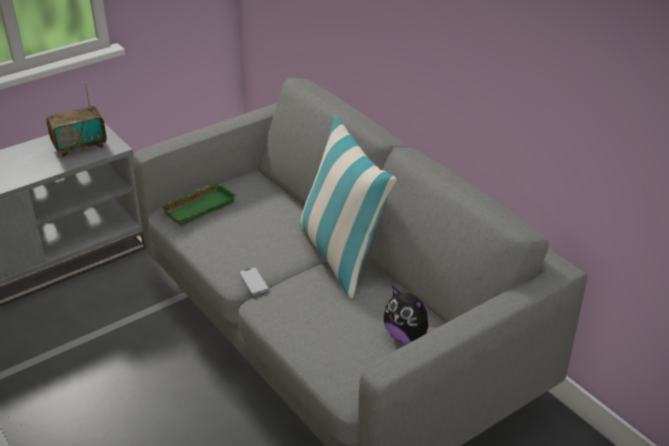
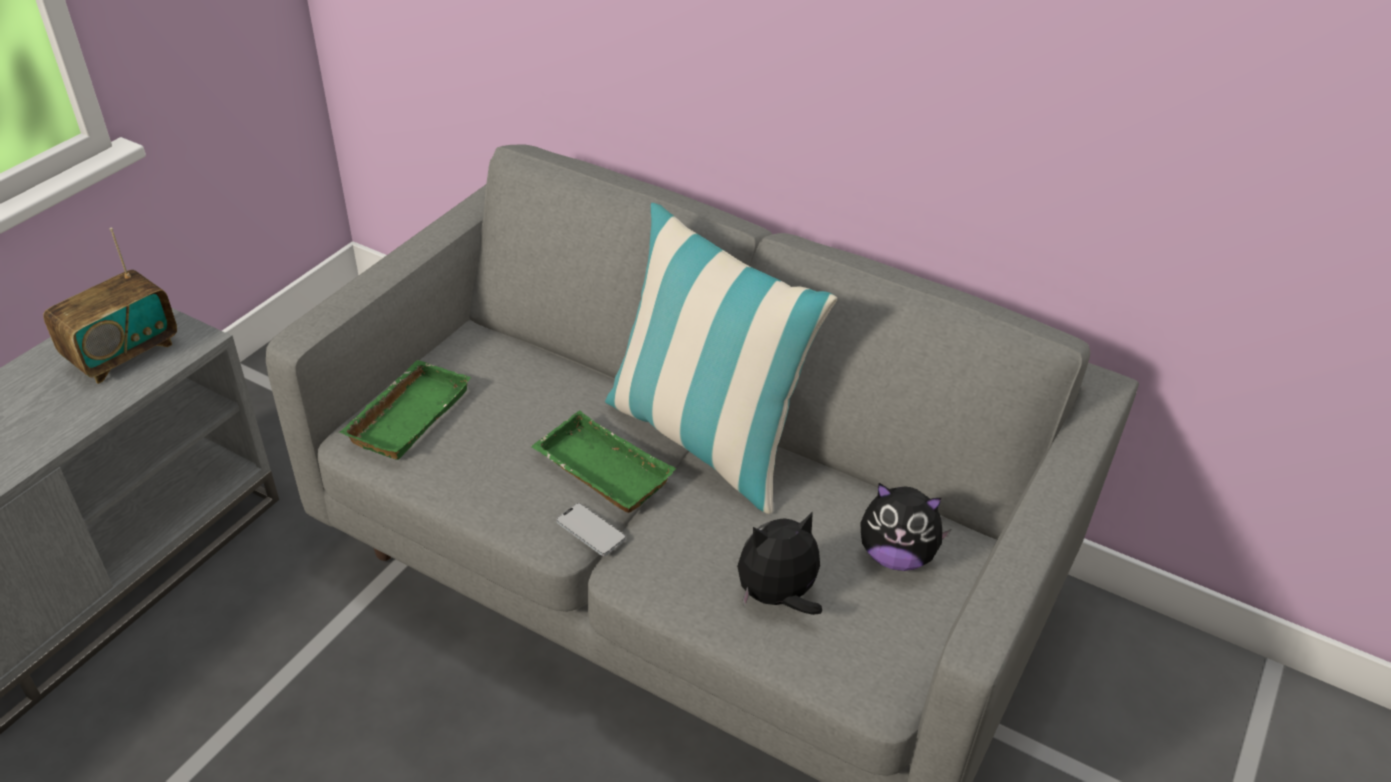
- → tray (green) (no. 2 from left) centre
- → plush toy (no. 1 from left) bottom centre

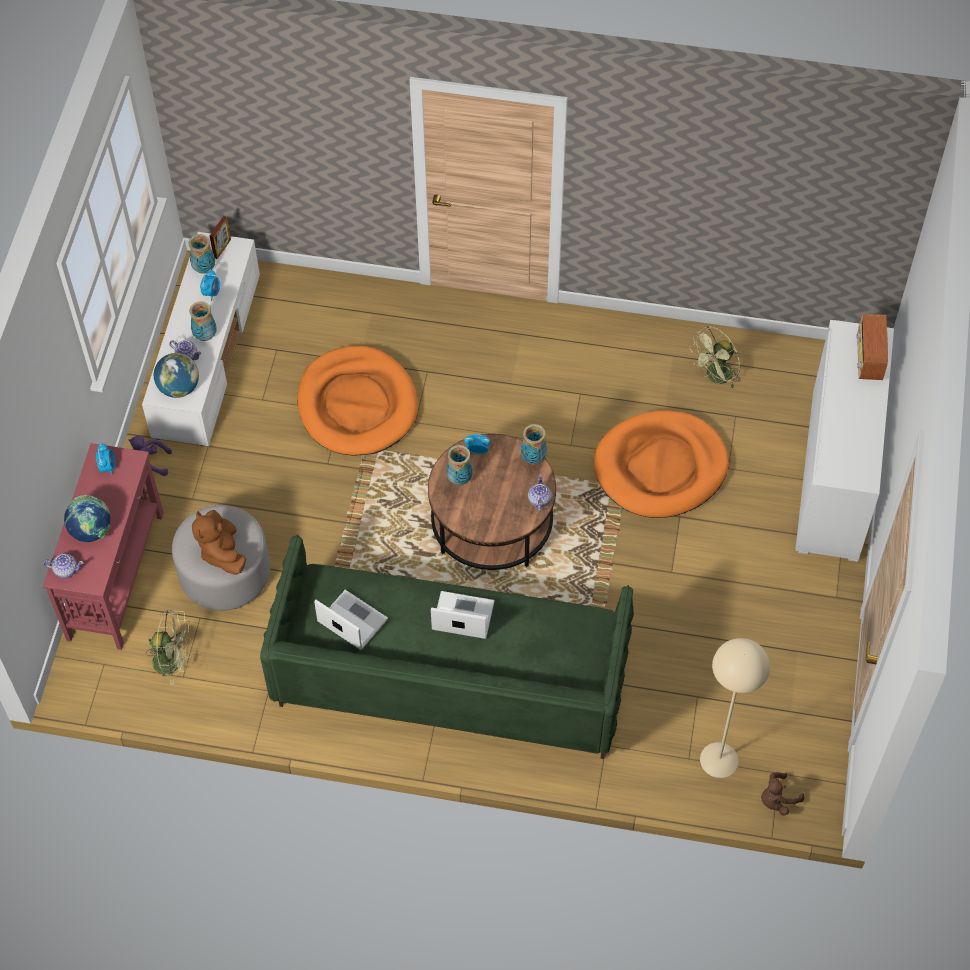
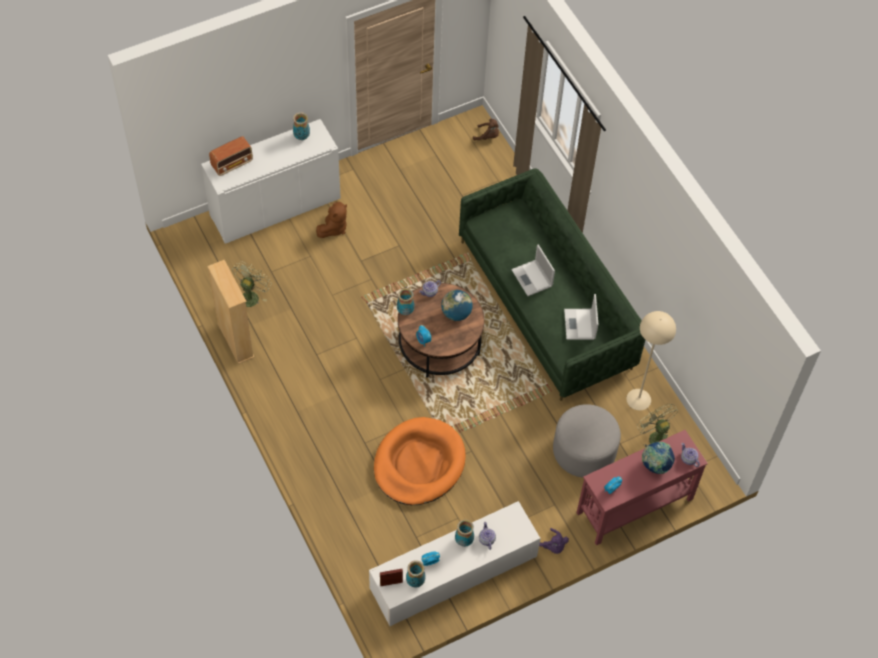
globe (no. 2 from left in the first image) middle left → globe (no. 1 from left) centre, shifted
plush toy (brown) (no. 1 from left) middle left → plush toy (brown) (no. 1 from left) centre, shifted
vase (no. 3 from left in the first image) centre → vase (no. 1 from left) top centre, shifted
dog bed (orange) (no. 2 from left) middle right → -
fan (green) (no. 2 from left in the first image) middle right → fan (green) (no. 1 from left) middle left, 75 degrees counterclockwise
floor lamp (beige) bottom right → floor lamp (beige) middle right, shifted
- → bookcase (beige) middle left

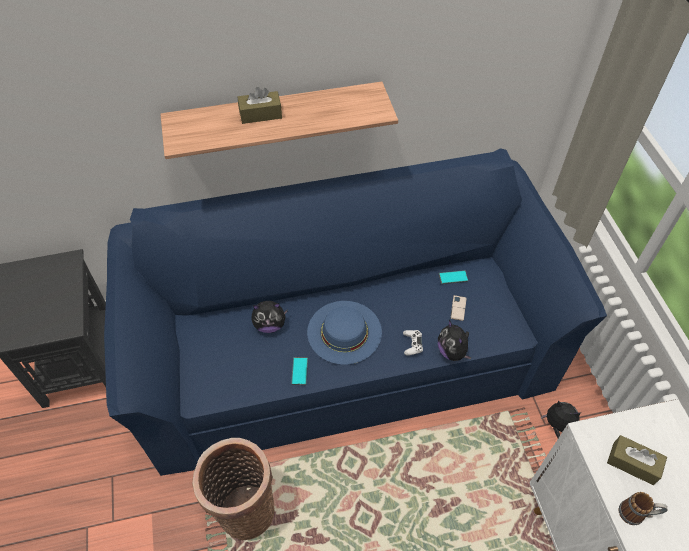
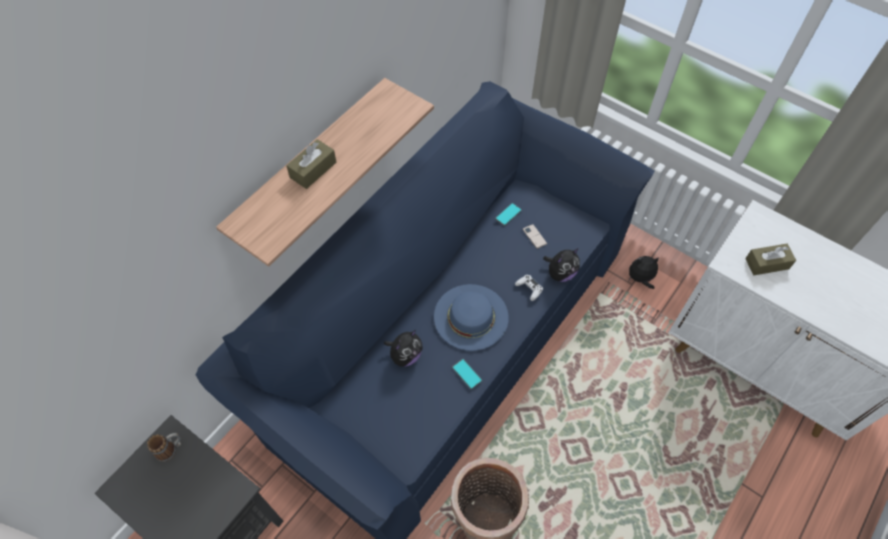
plush toy (no. 2 from left) centre, 60 degrees counterclockwise
mug bottom right → mug bottom left, shifted

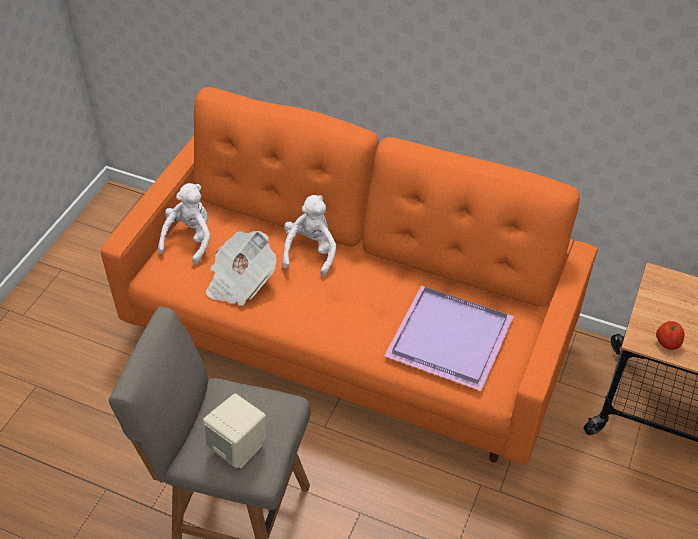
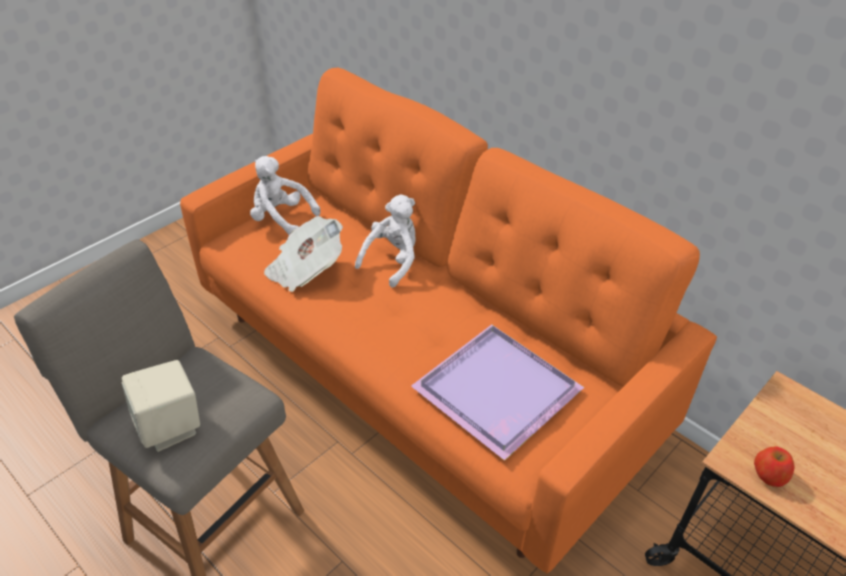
plush toy (white) (no. 1 from left) middle left → plush toy (white) (no. 1 from left) centre, 105 degrees counterclockwise

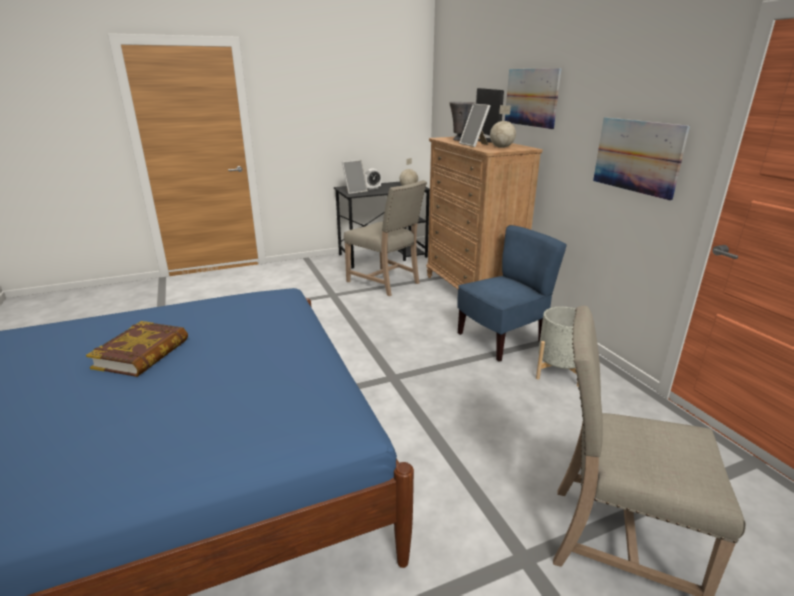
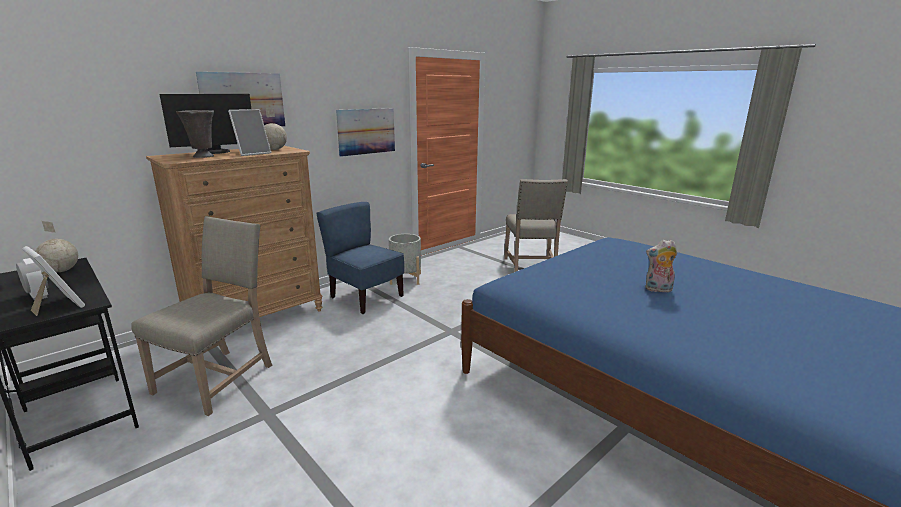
book middle left → plush toy middle right

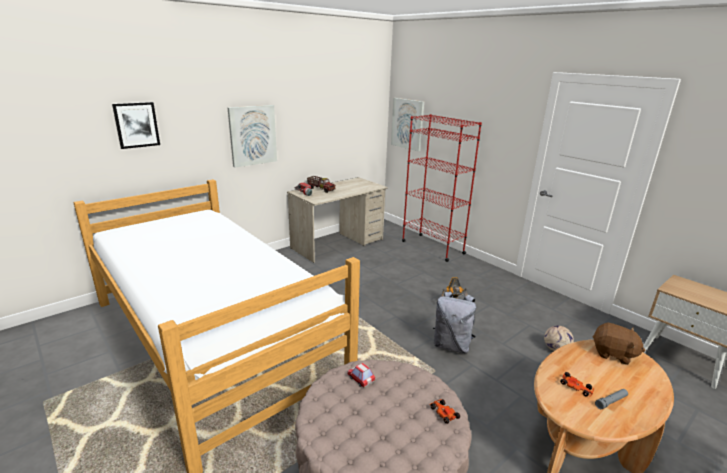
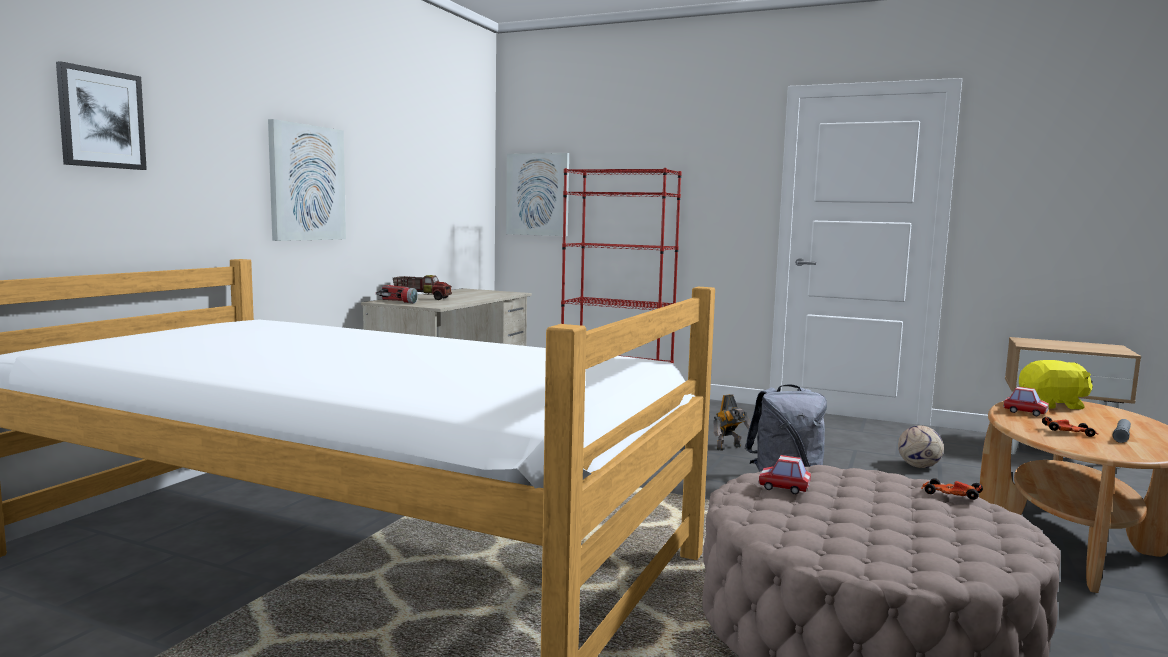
plush toy (brown) bottom right → plush toy (yellow) middle right
- → toy car (no. 3 from left) middle right

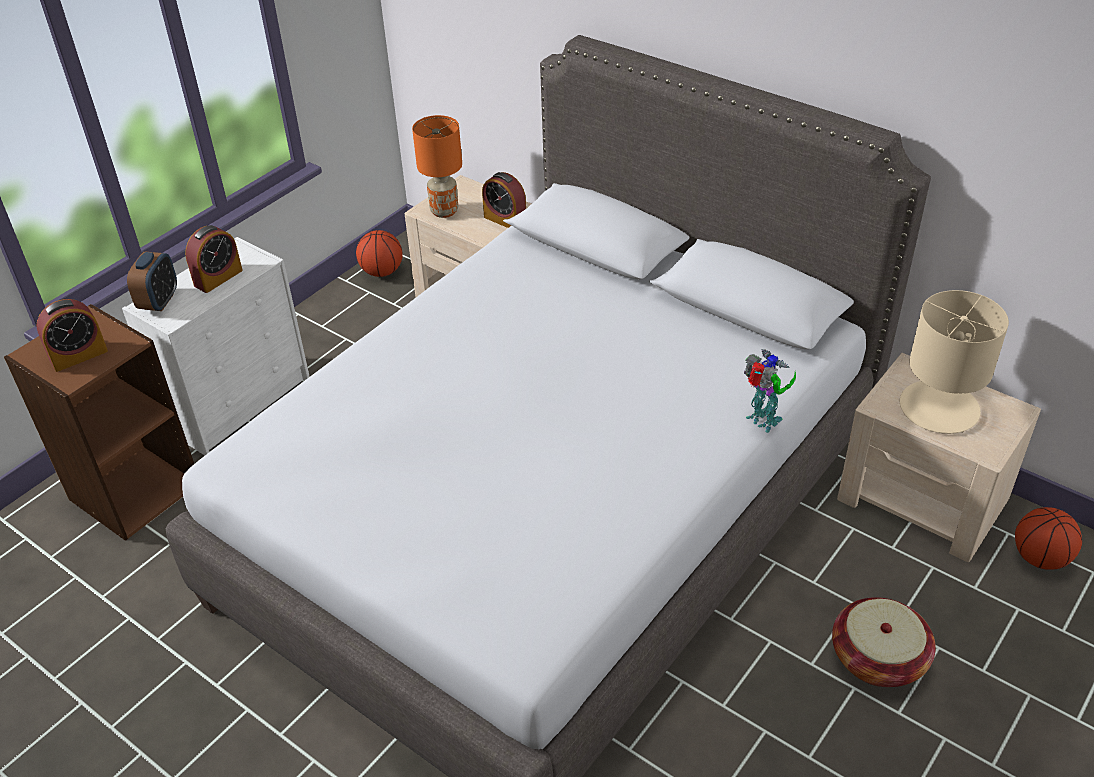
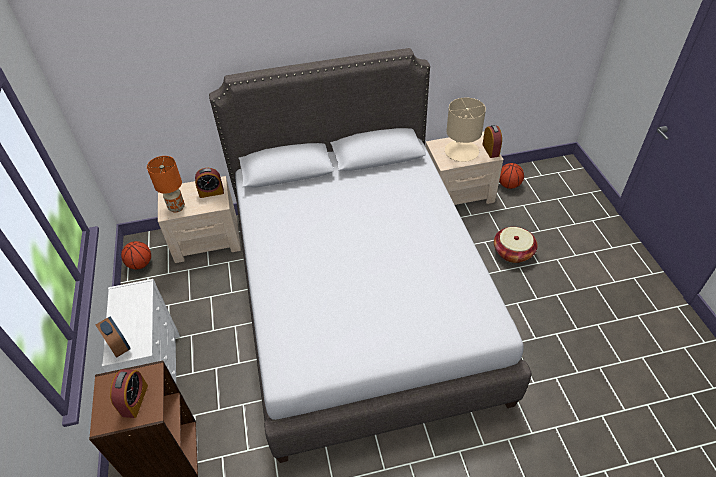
alarm clock (no. 3 from left in the first image) middle left → alarm clock (no. 4 from left) top right, shifted
toy robot middle right → -

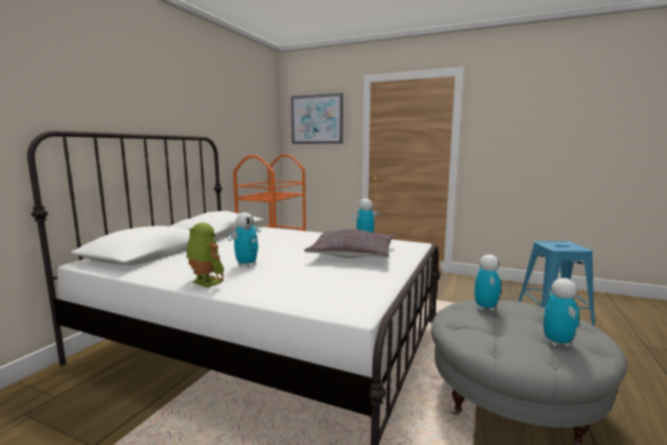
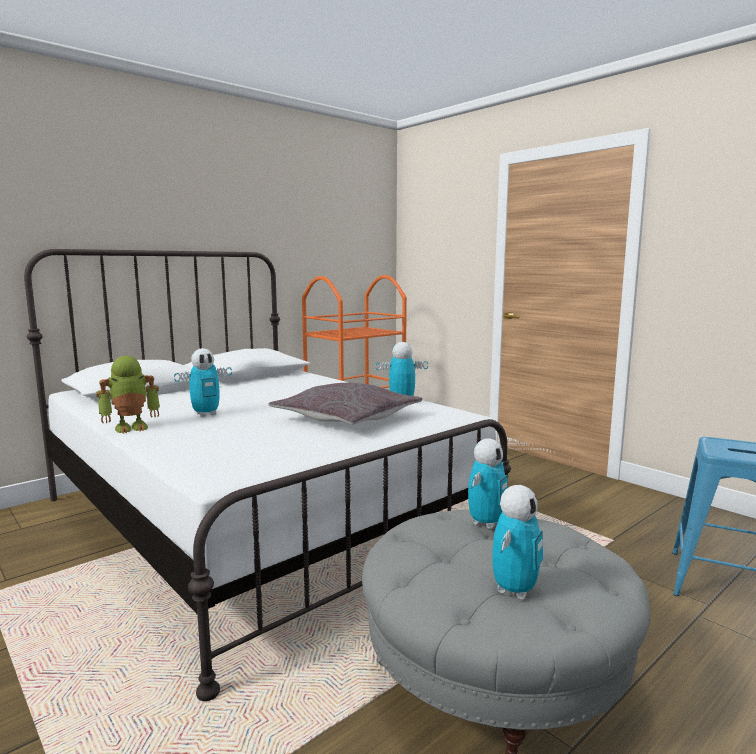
toy robot (no. 1 from left) middle left, 90 degrees clockwise
picture top centre → -

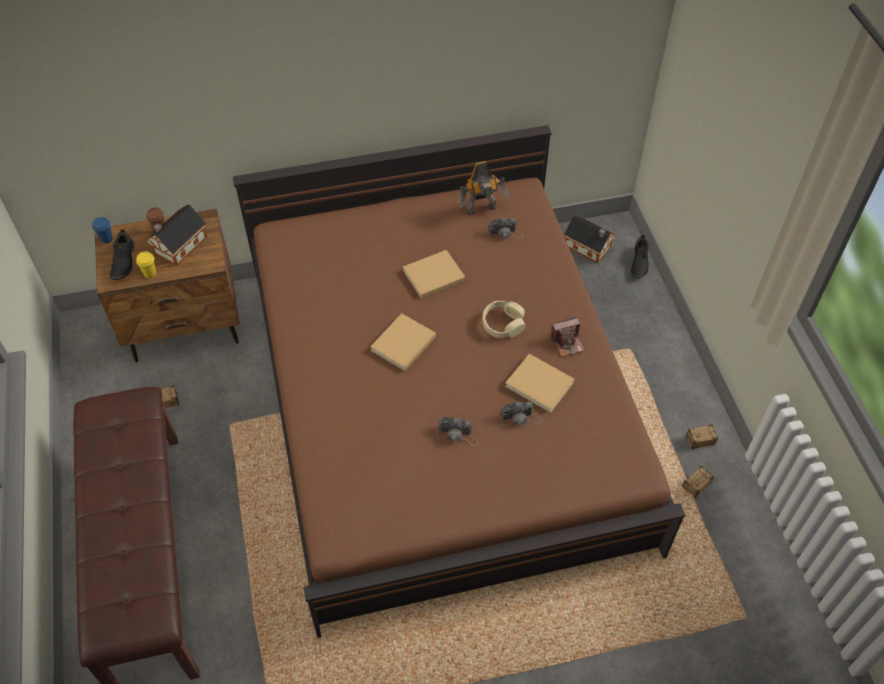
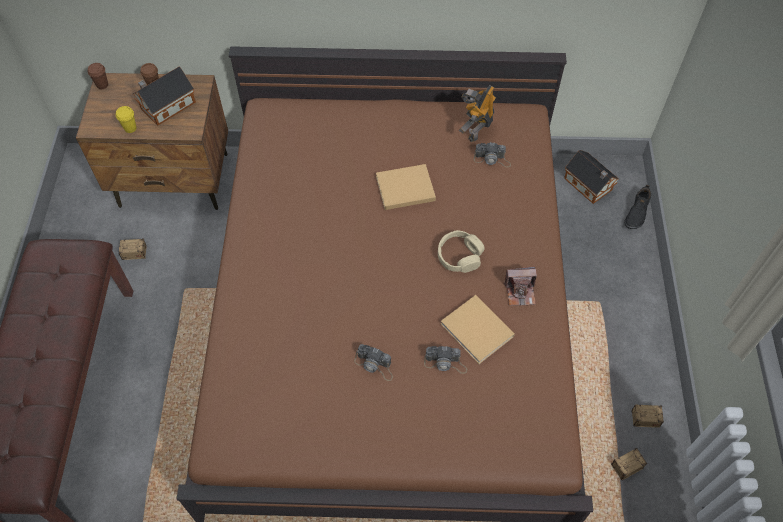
cup (blue) middle left → cup (brown) (no. 1 from left) top left
shoe (black) (no. 1 from left) middle left → -
book (beige) (no. 1 from left) centre → -
toy robot top centre, 120 degrees clockwise

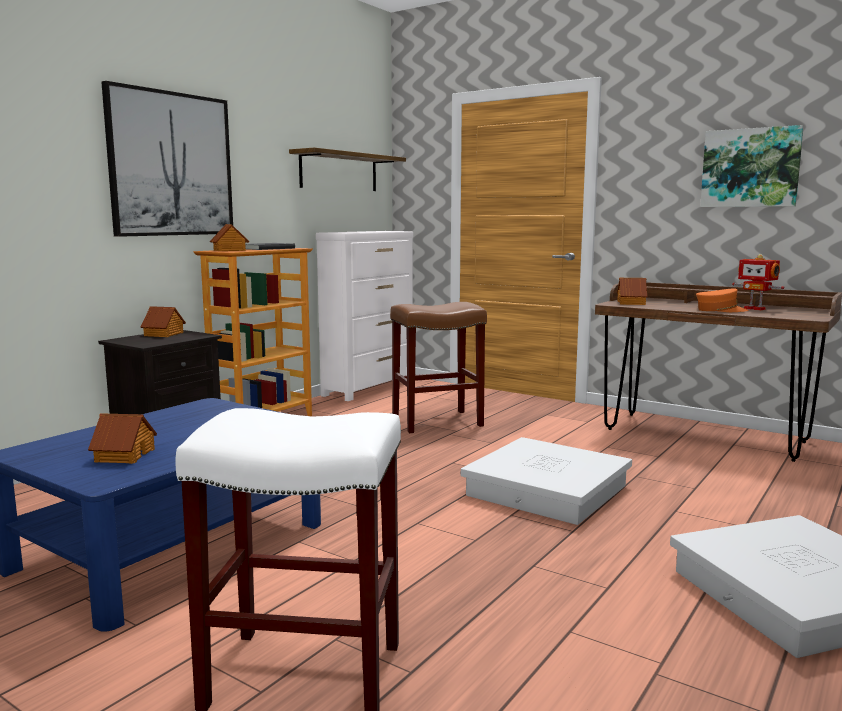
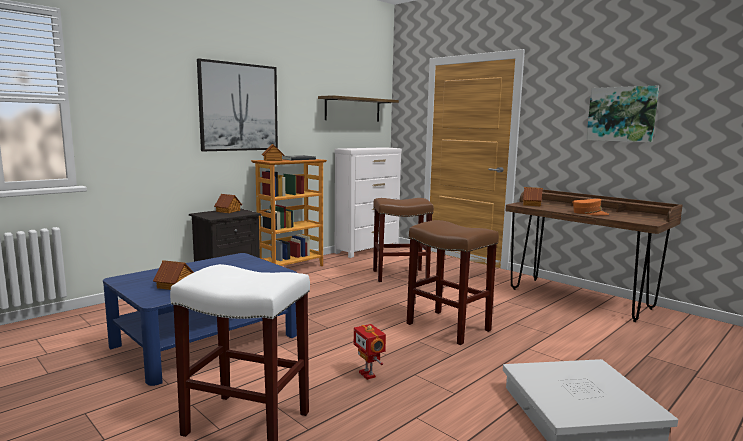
storage box (white) (no. 1 from left) bottom centre → stool (brown) (no. 2 from left) centre
toy robot middle right → toy robot bottom centre, shifted

